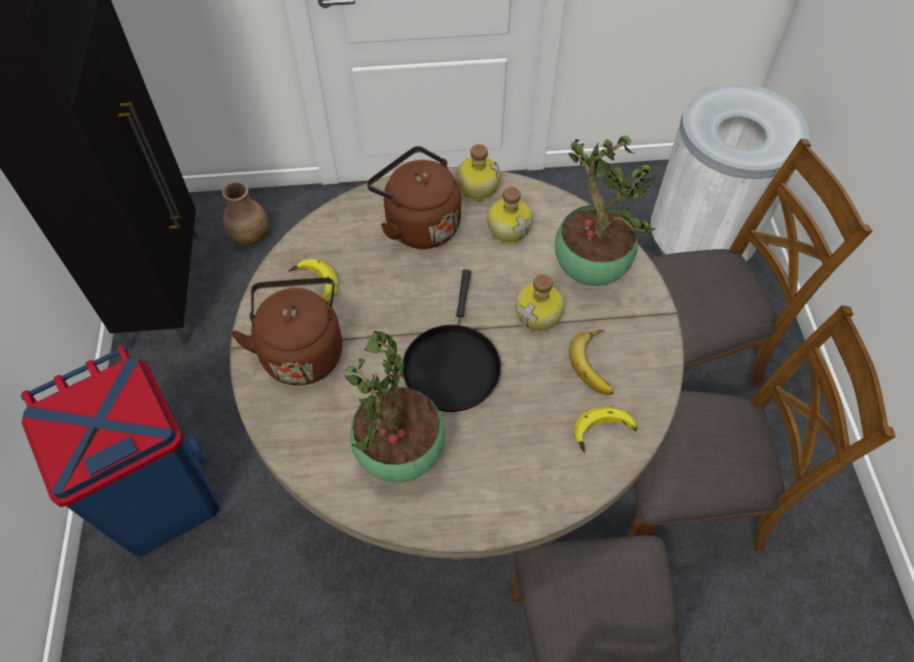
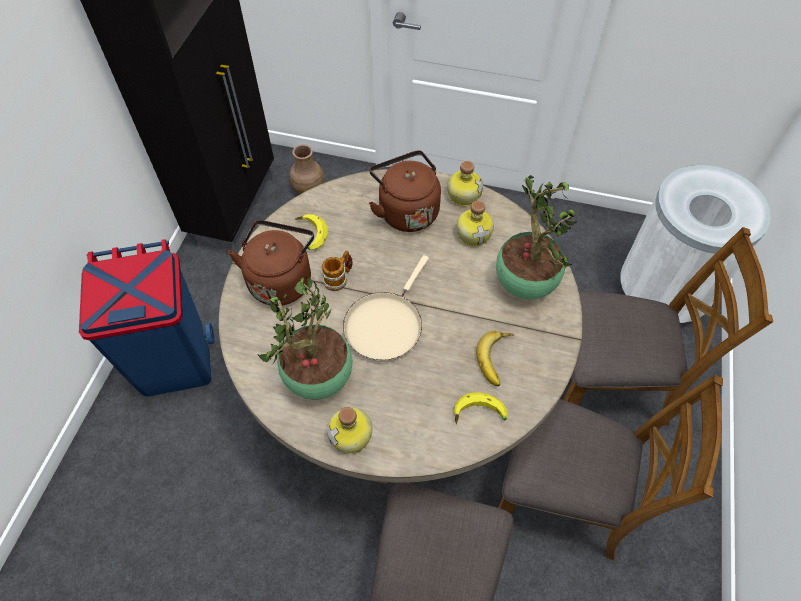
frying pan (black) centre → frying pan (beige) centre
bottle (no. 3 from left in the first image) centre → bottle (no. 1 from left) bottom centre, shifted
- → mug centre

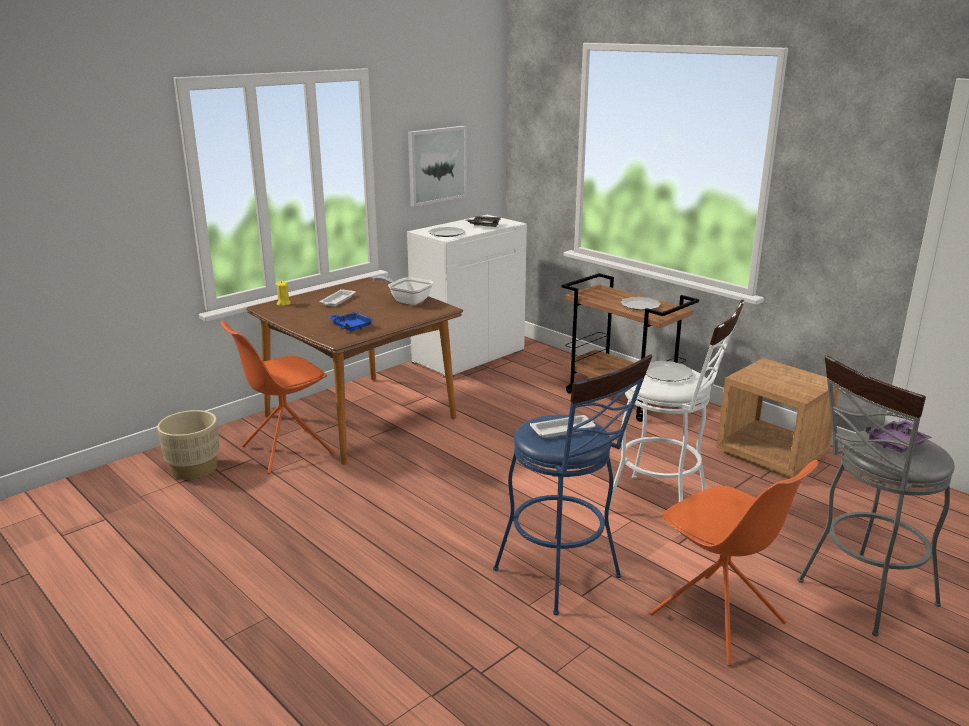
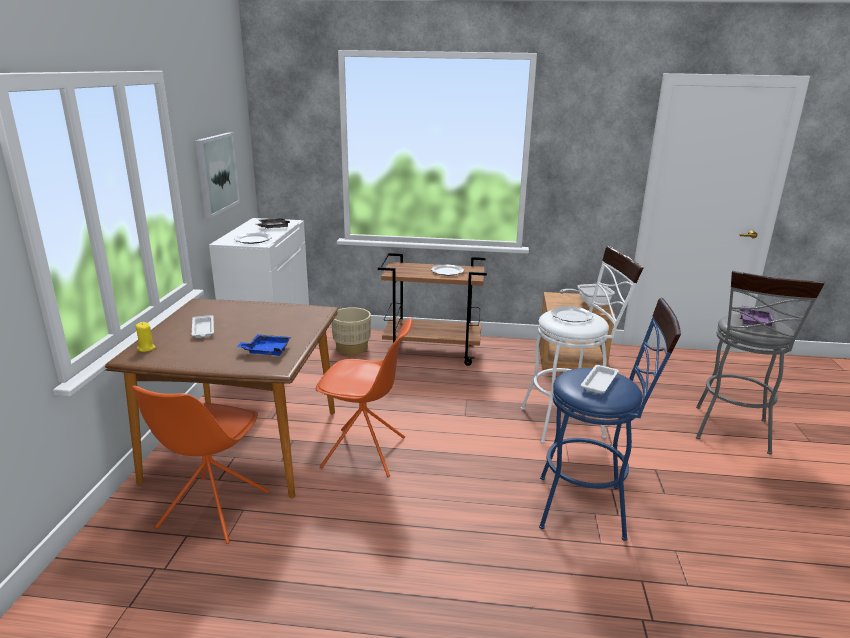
planter (beige) middle left → planter (beige) centre, shifted
frying pan centre → frying pan middle right, shifted
chair (orange) (no. 2 from left) bottom right → chair (orange) (no. 2 from left) centre, shifted

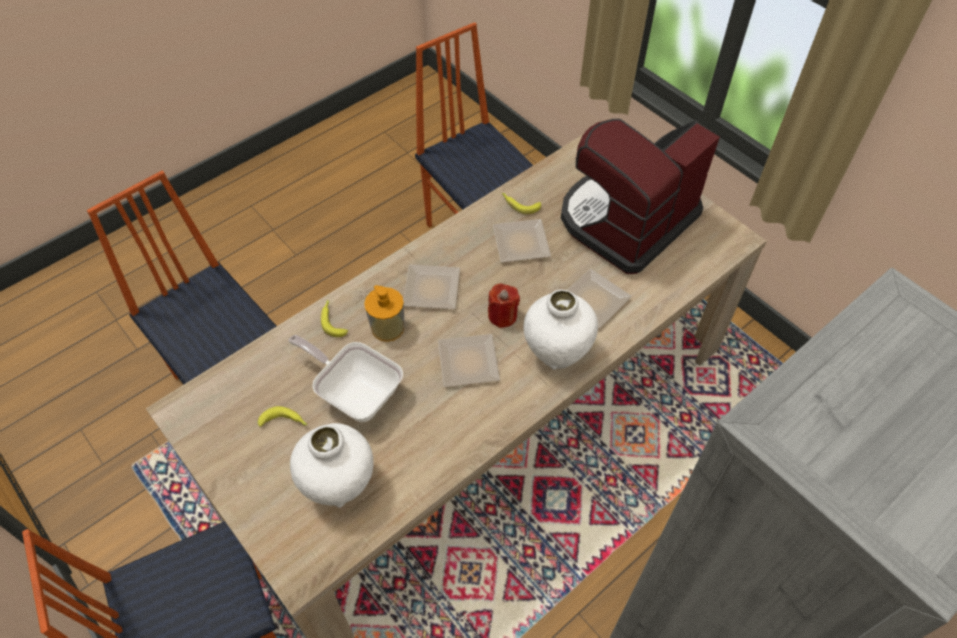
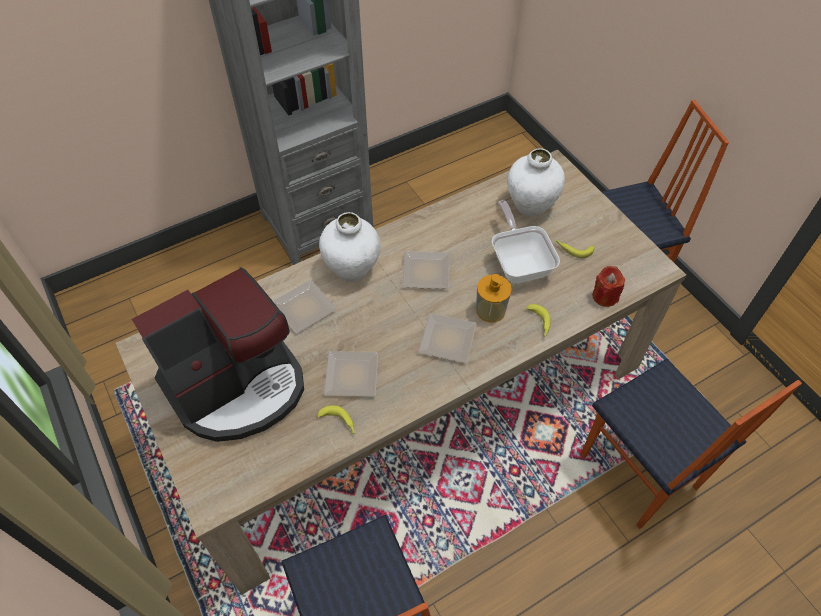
frying pan centre, 150 degrees counterclockwise
candle (red) centre → candle (red) middle right, shifted

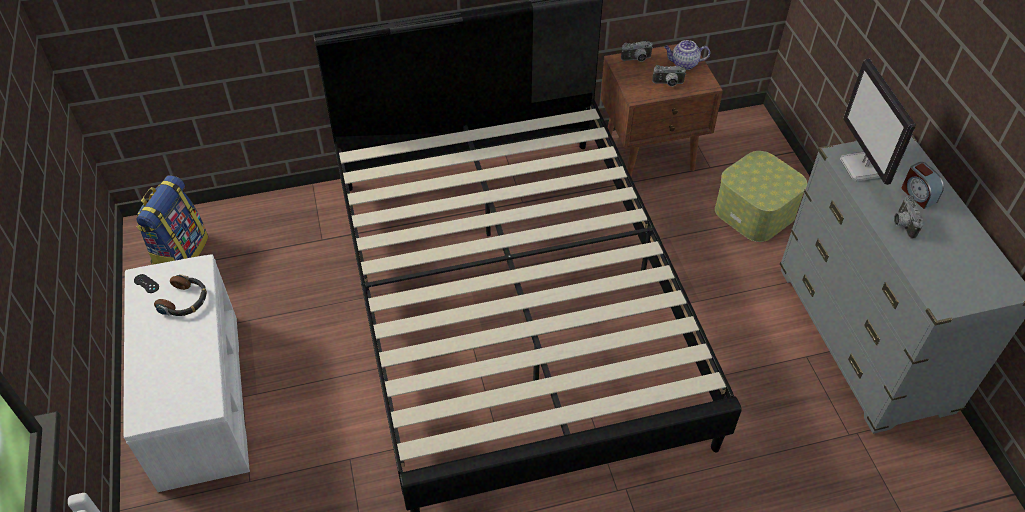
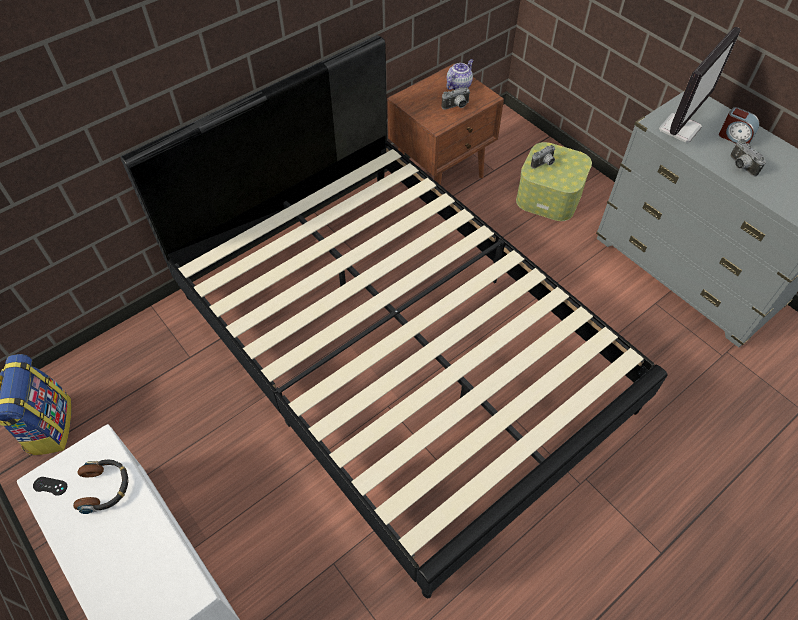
photo camera (no. 1 from left in the first image) top centre → photo camera (no. 2 from left) top right, shifted
teapot top right → teapot top centre, 150 degrees clockwise
monitor top right, 105 degrees counterclockwise

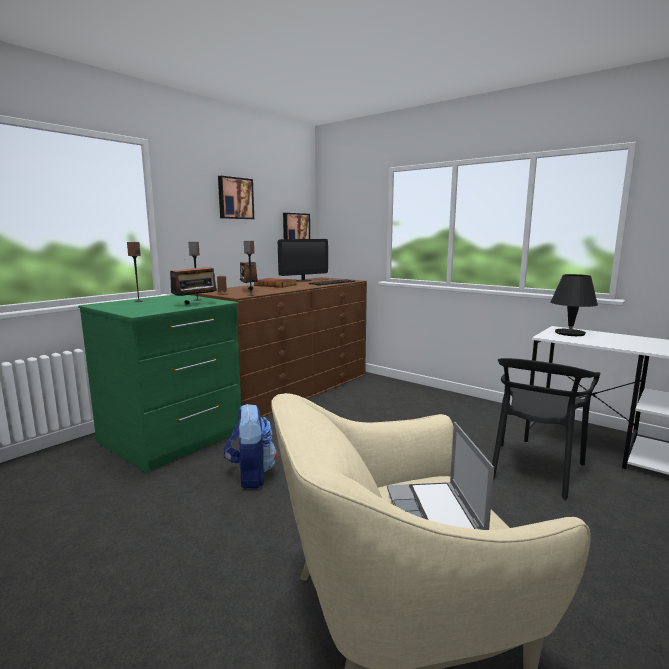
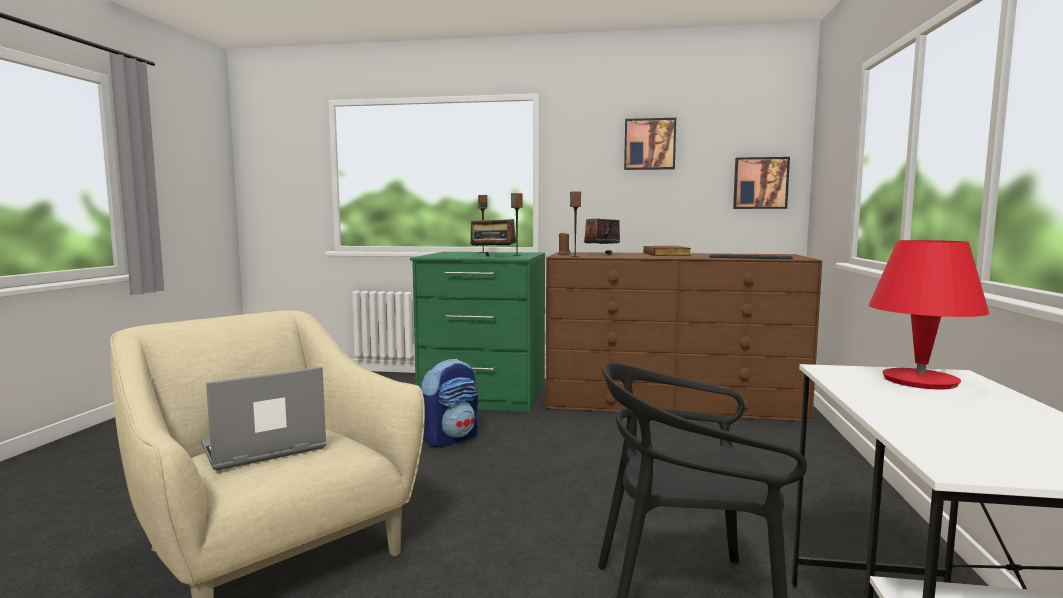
monitor centre → -
table lamp (black) middle right → table lamp (red) middle right

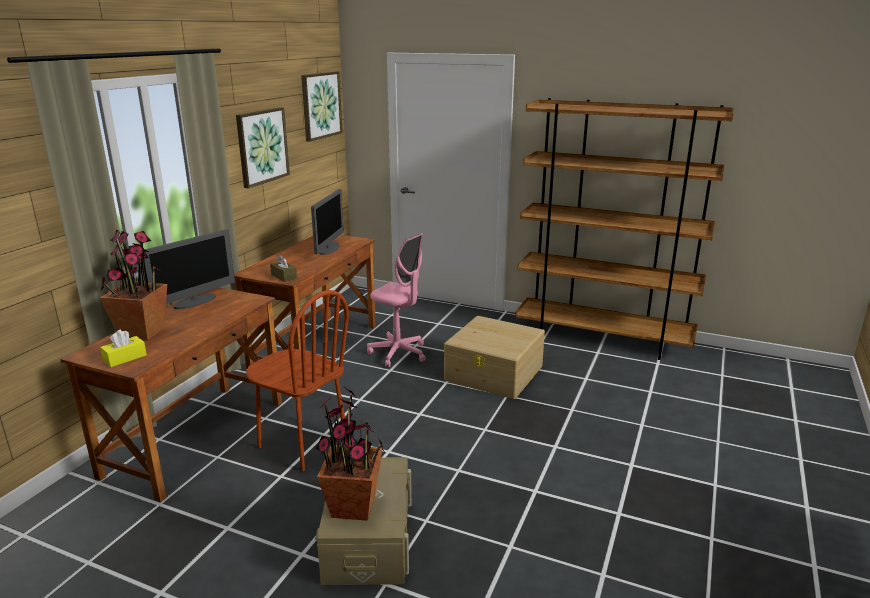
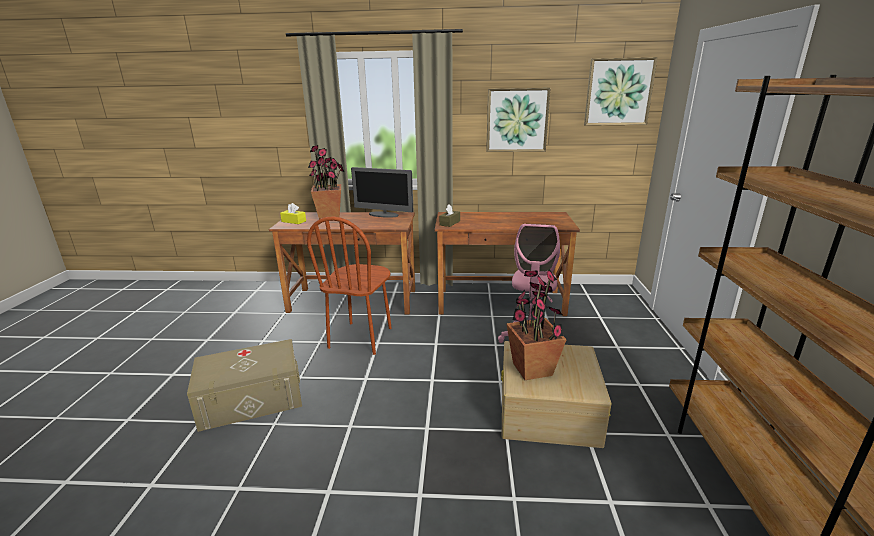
monitor (no. 2 from left) centre → -
potted plant (no. 2 from left) bottom centre → potted plant (no. 2 from left) centre, shifted

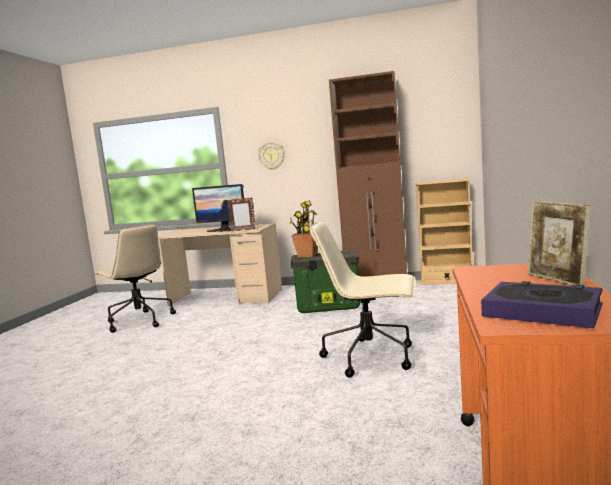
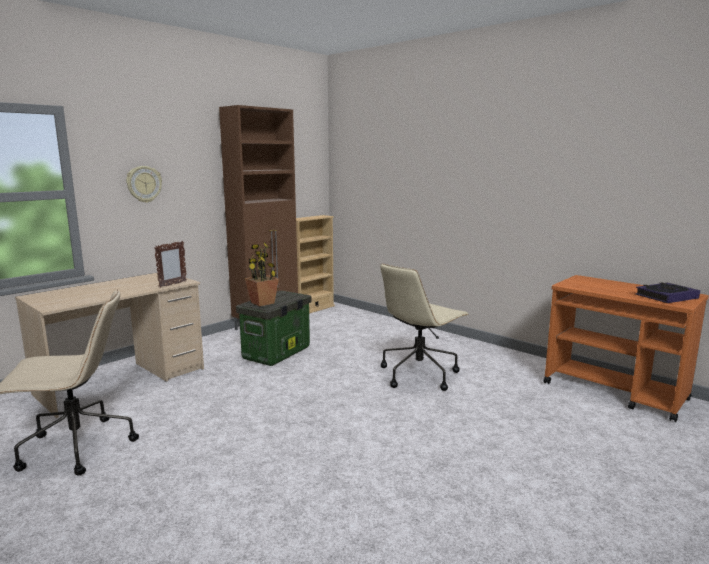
monitor centre → -
picture frame (no. 2 from left) middle right → -

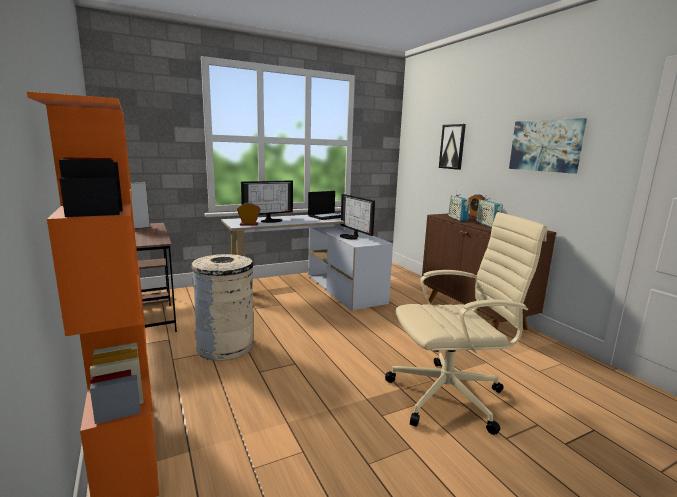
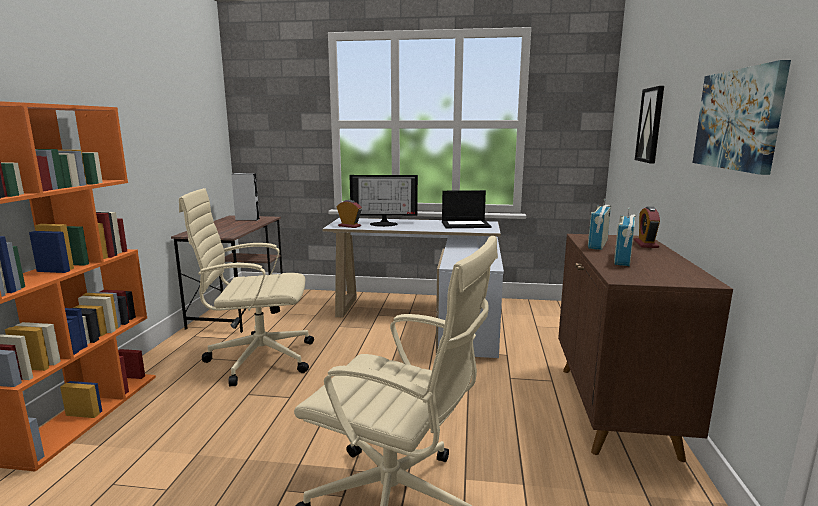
trash can (beige) middle left → office chair (beige) (no. 1 from left) middle left
monitor (no. 2 from left) centre → -

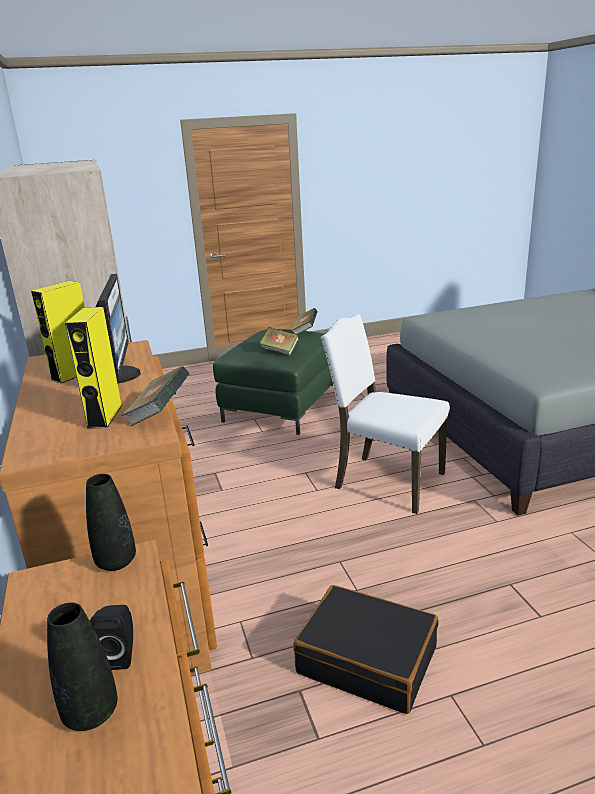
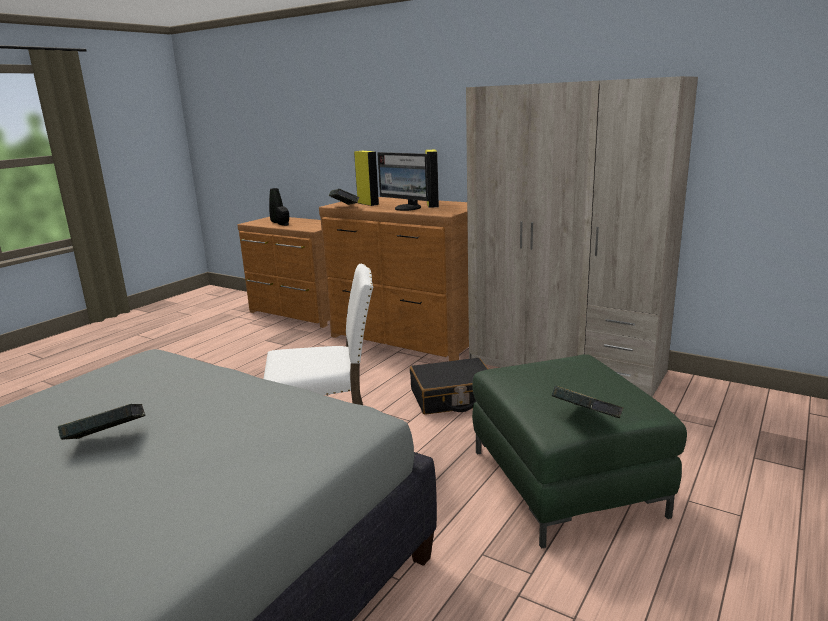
vase (black) (no. 2 from left) middle left → -
book (no. 2 from left in the first image) centre → book (no. 1 from left) bottom left, shifted
suitcase (black) bottom centre → suitcase (black) centre, shifted

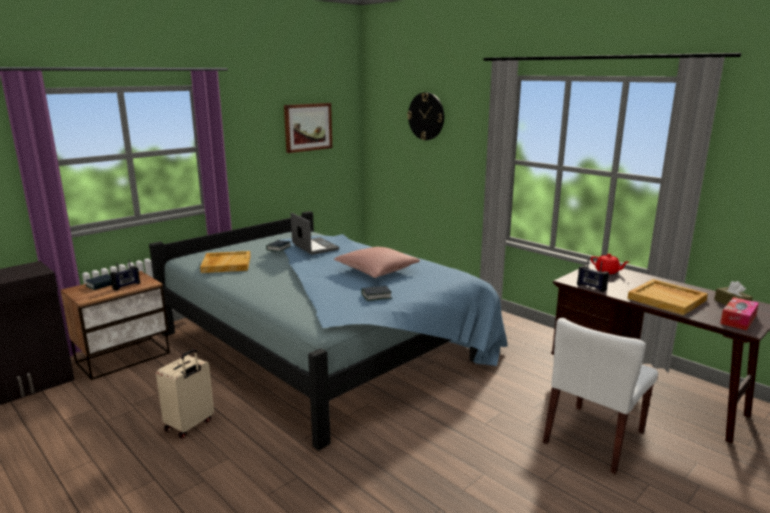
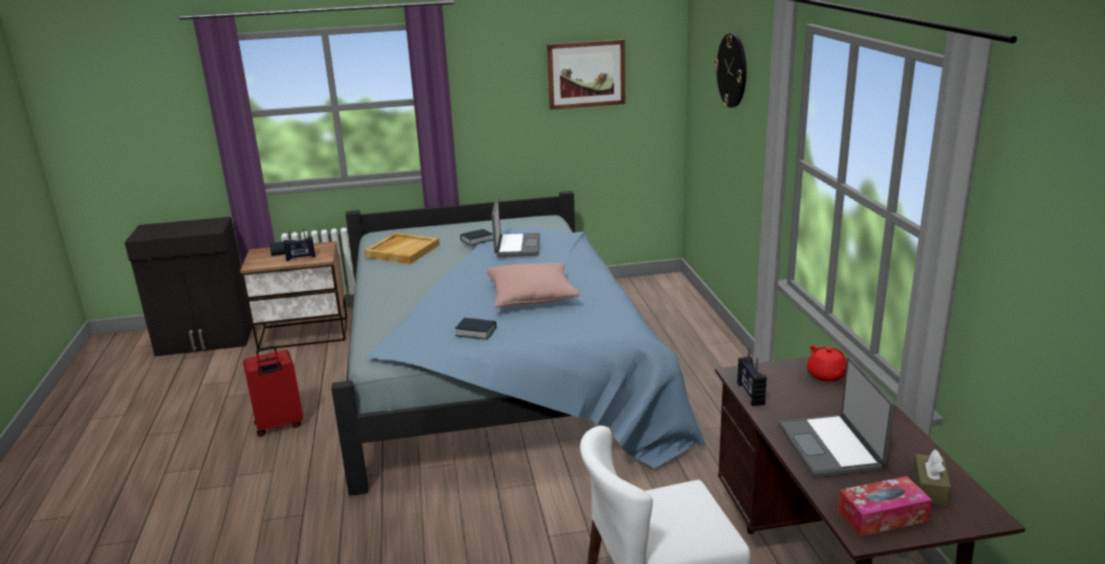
suitcase (beige) bottom left → suitcase (red) bottom left
tray (beige) (no. 2 from left) middle right → laptop (no. 2 from left) bottom right

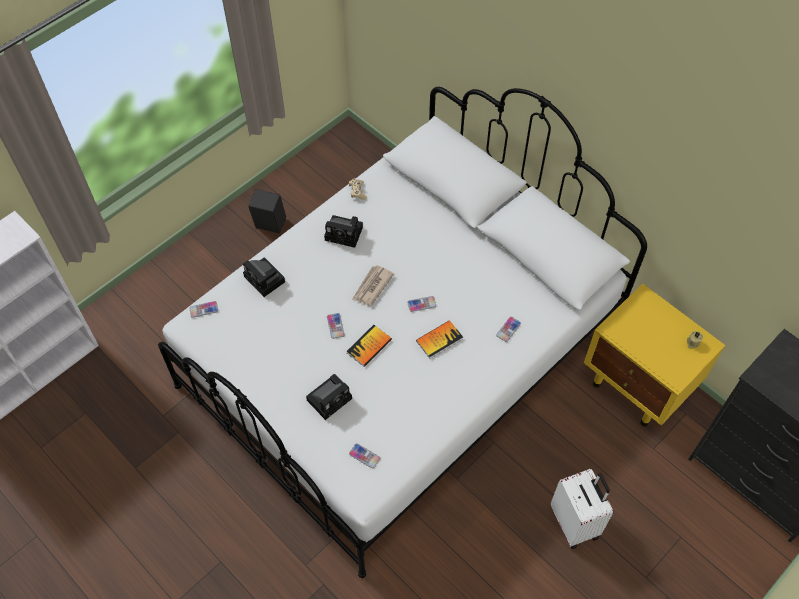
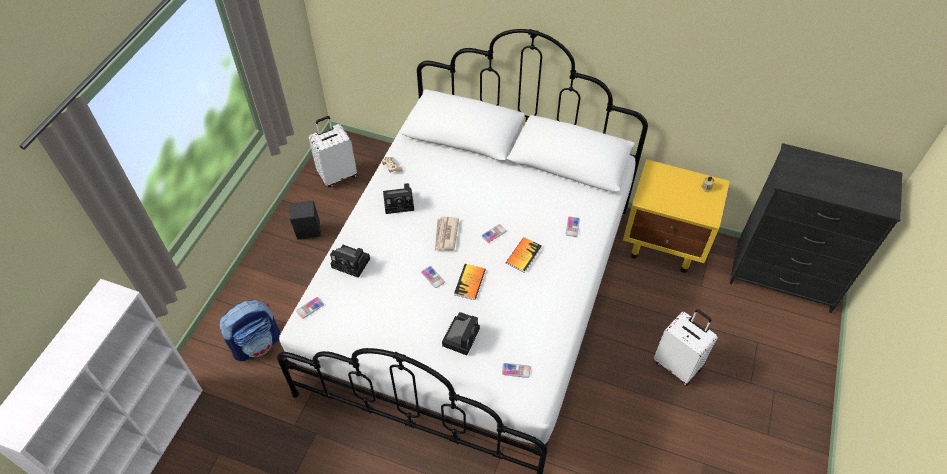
- → backpack bottom left
- → suitcase (white) (no. 1 from left) top centre

